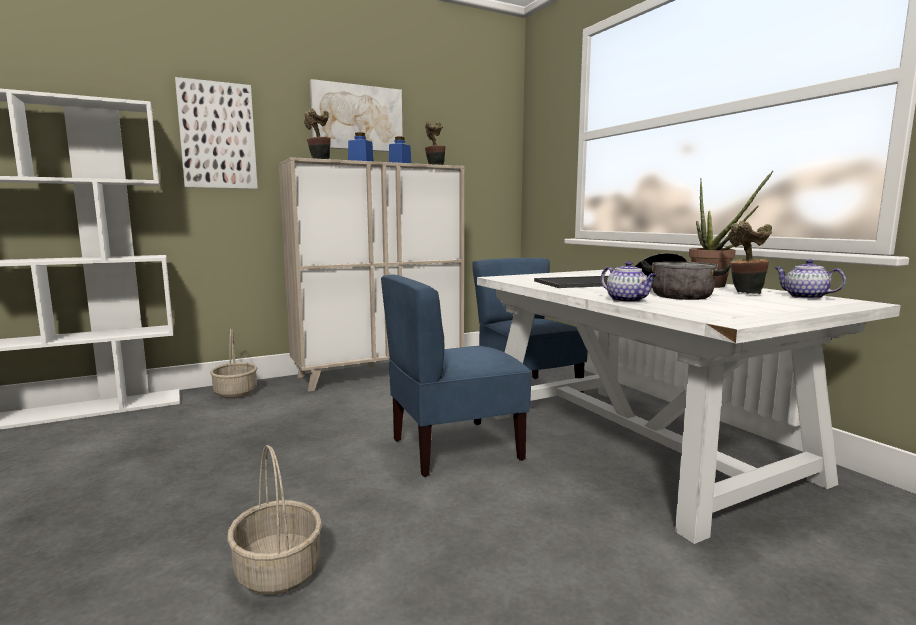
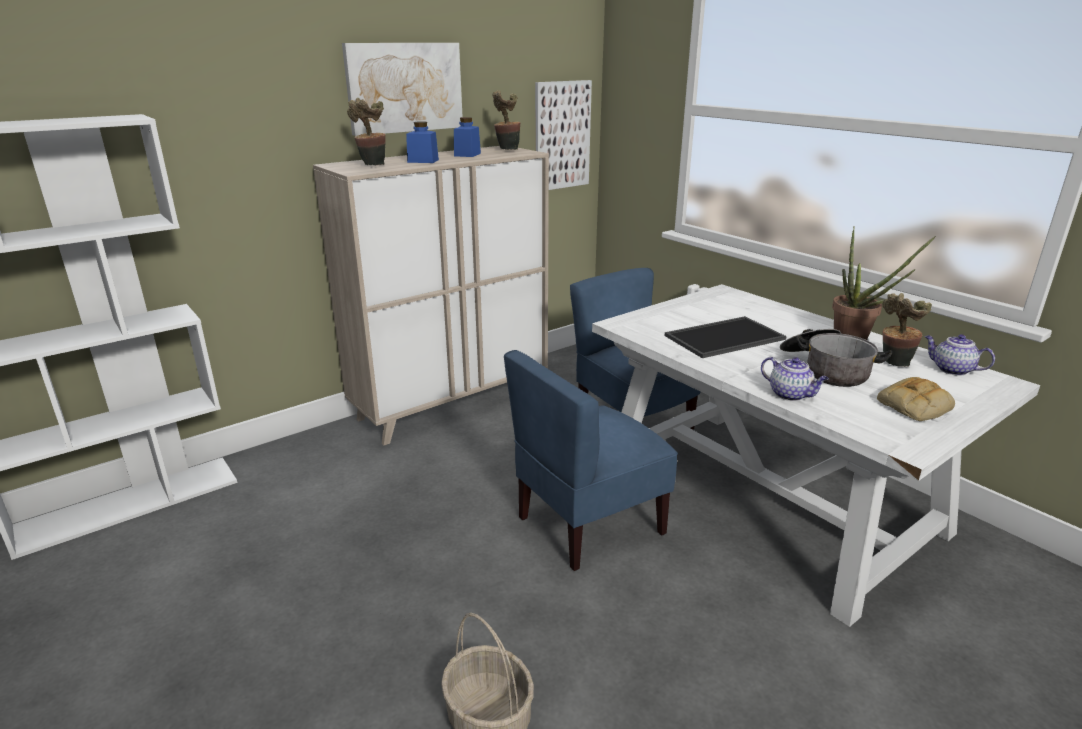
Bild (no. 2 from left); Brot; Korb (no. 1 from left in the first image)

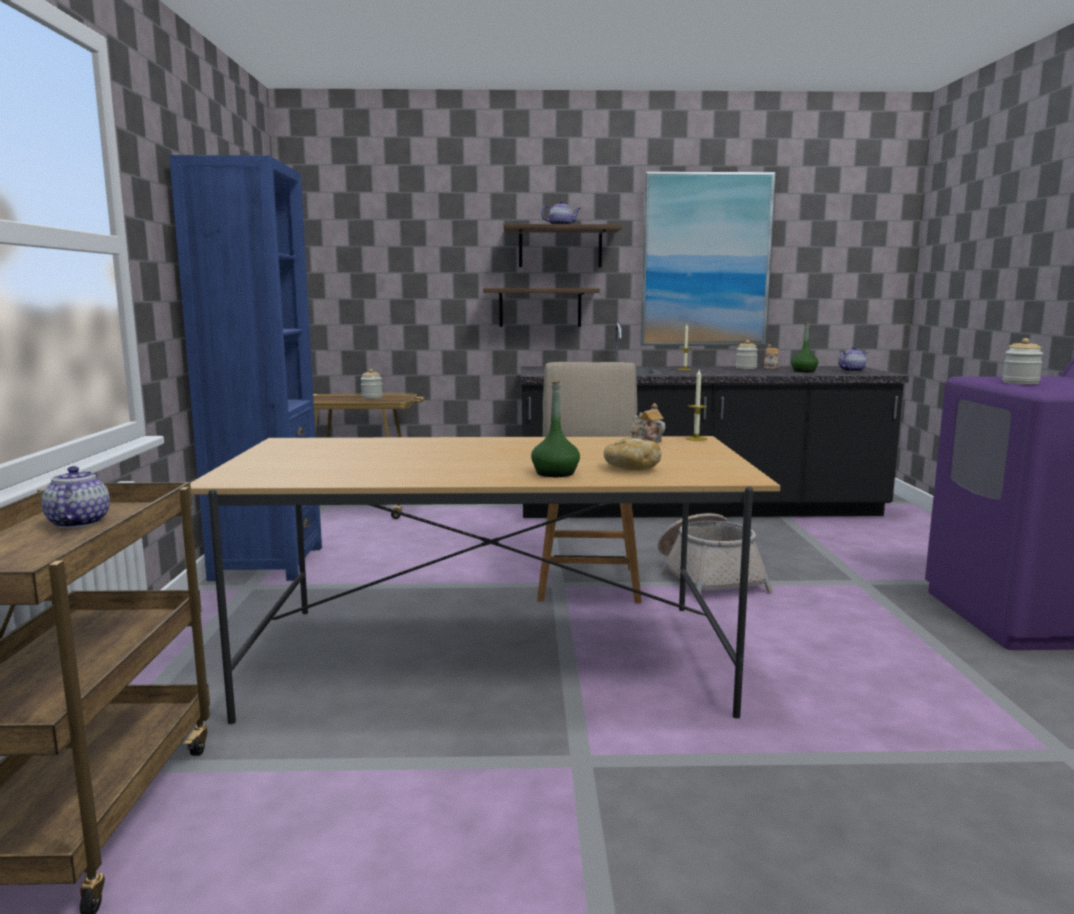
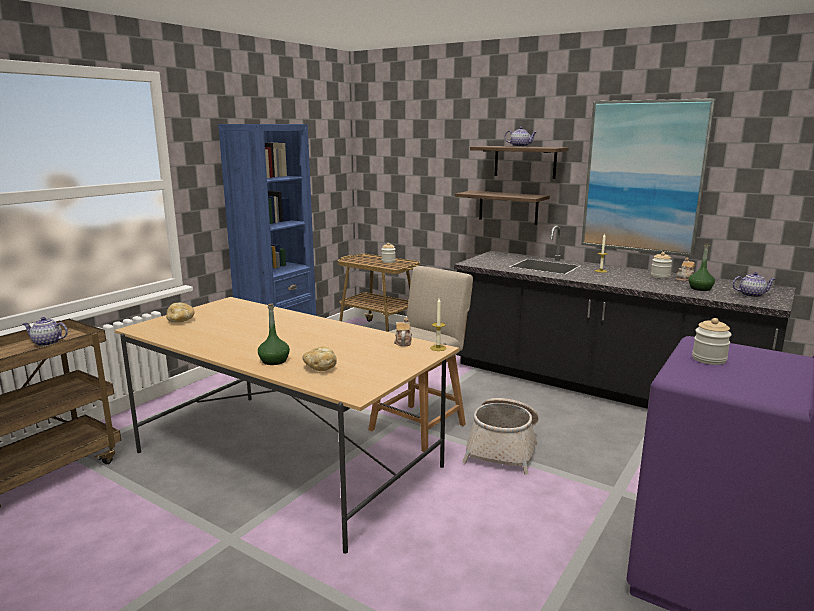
Teekanne (no. 1 from left); Brot (no. 1 from left)

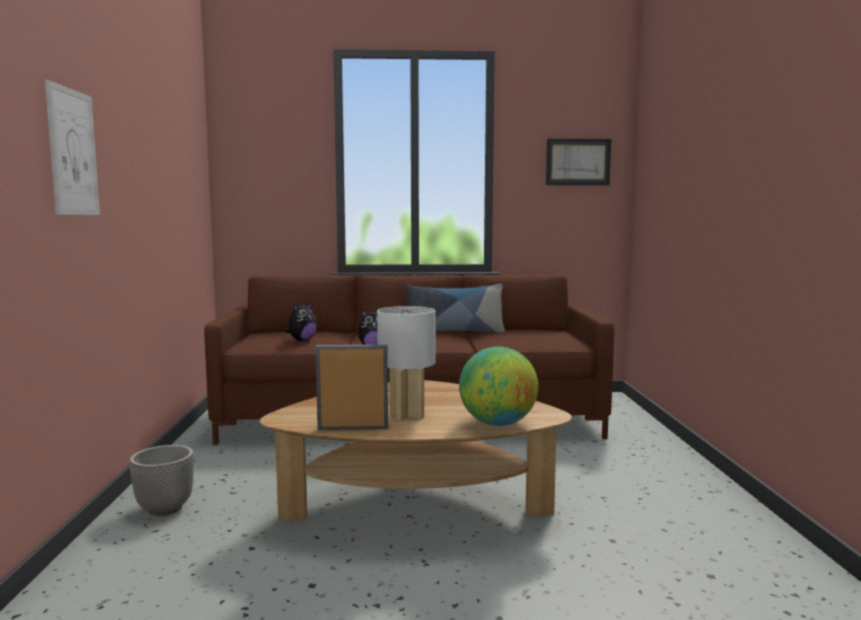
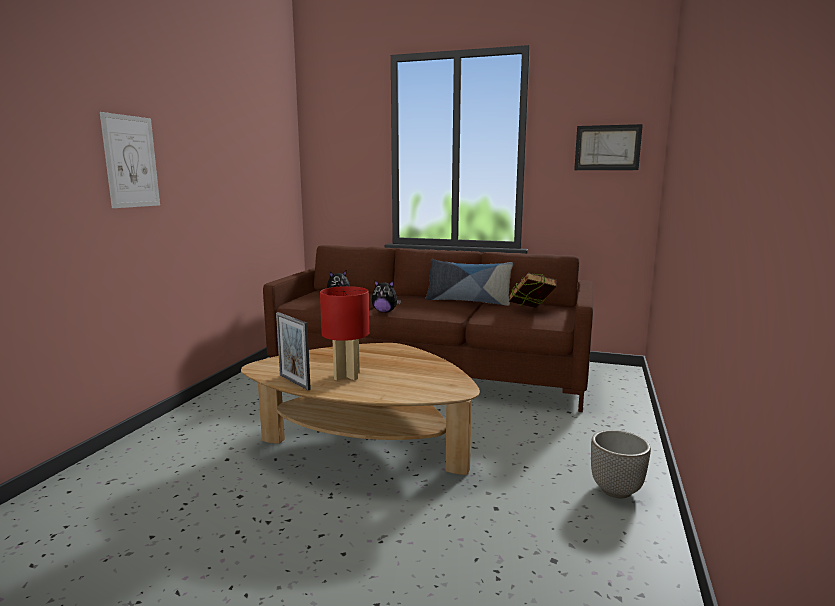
Bilderrahmen; Tischlampe (rot); Buch; Pflanzkübel; Globus

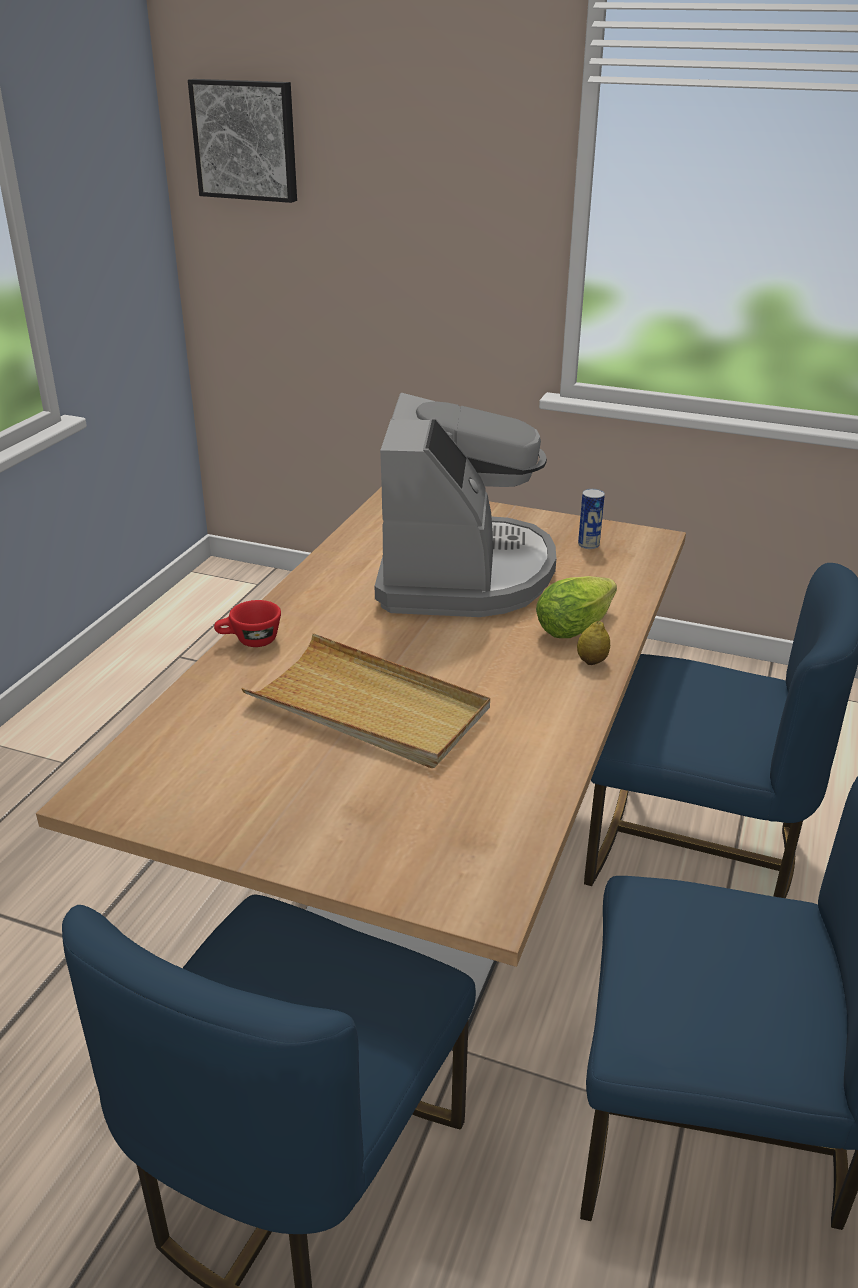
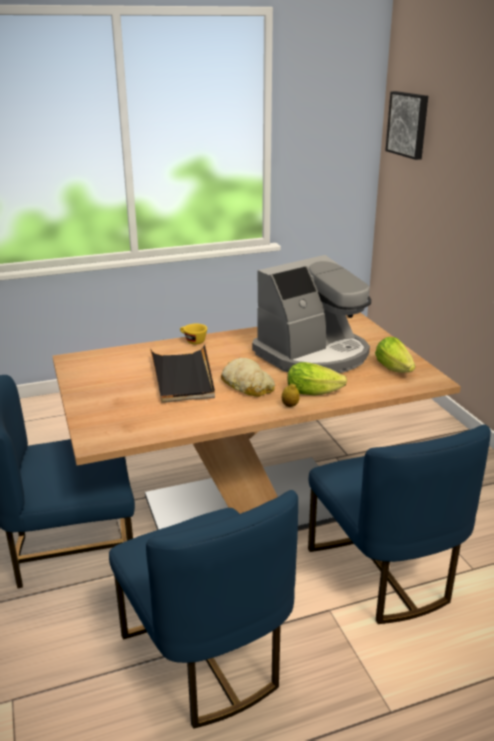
Tablett (schwarz); Tasse (gelb); Brot; Salatkopf (no. 2 from left)

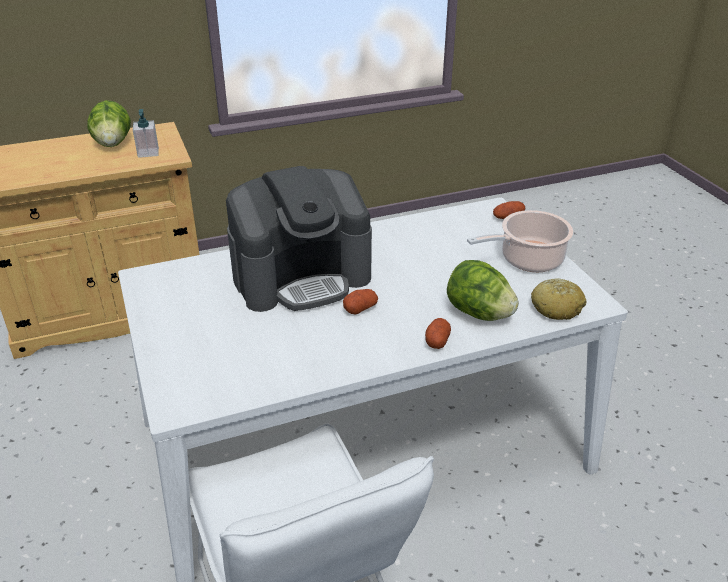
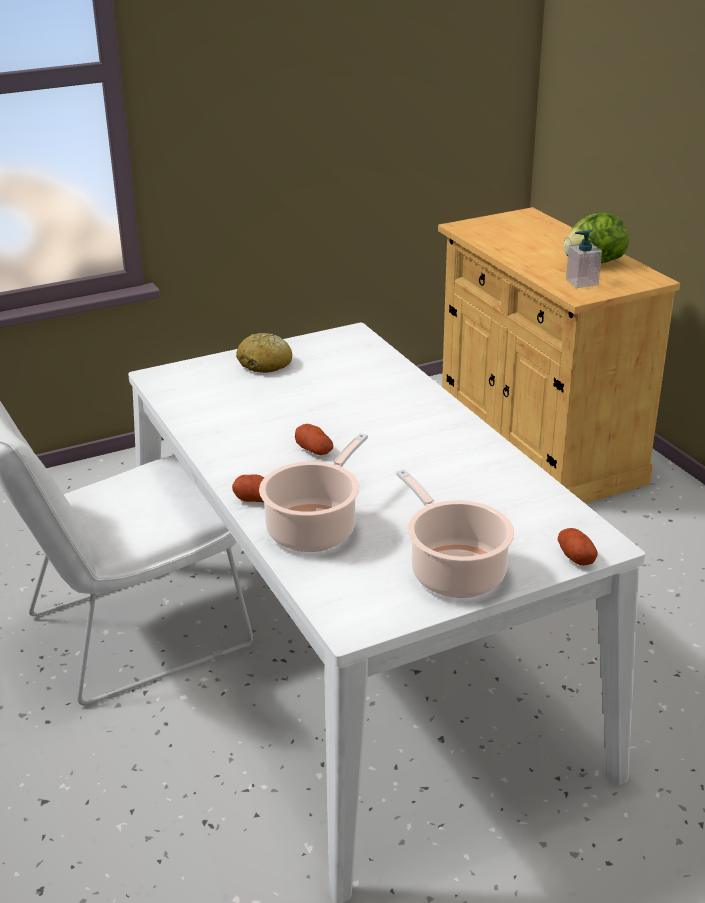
Brot; Kochtopf (no. 1 from left); Kaffeemaschine

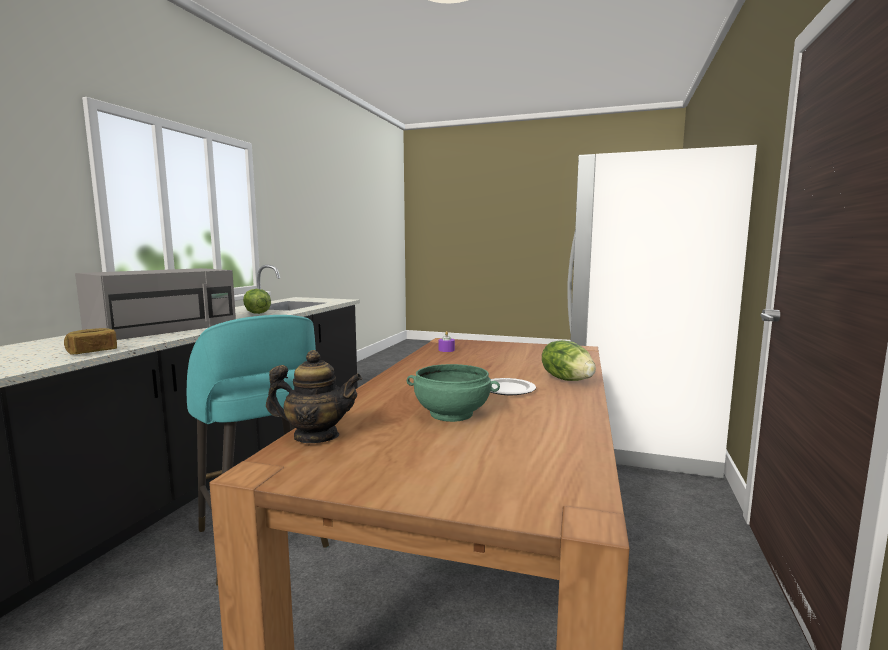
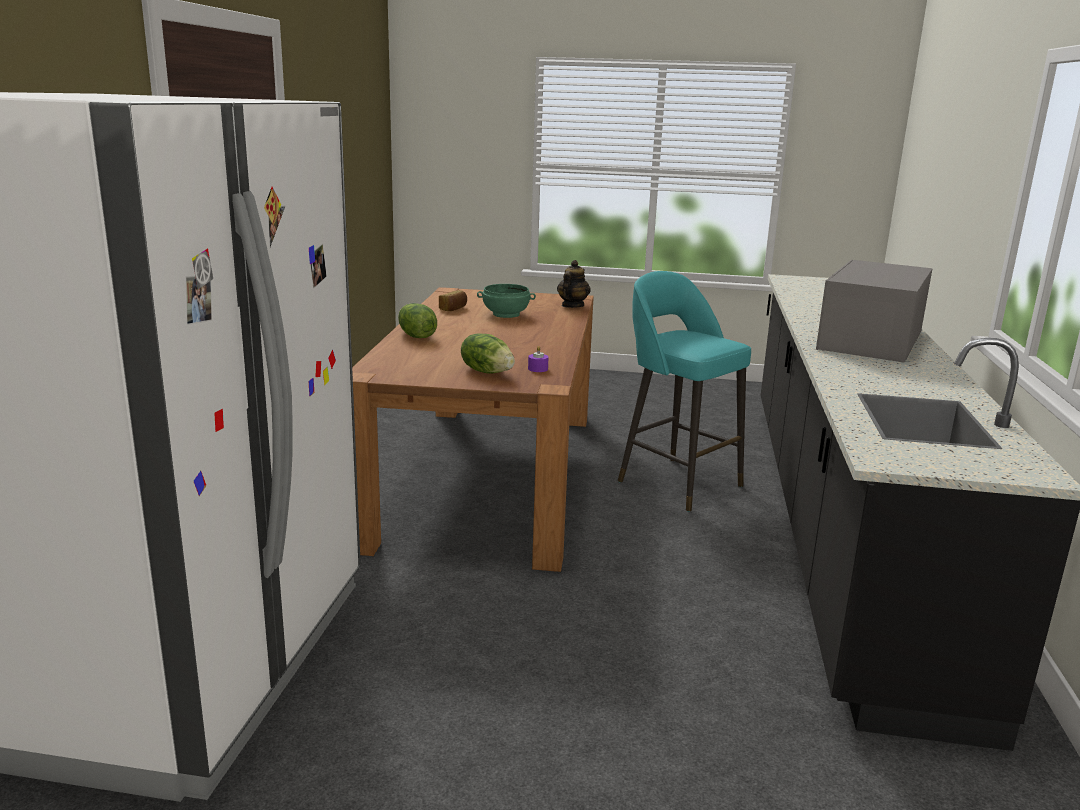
Brot; Salatkopf (no. 2 from left); Teekanne; Teller

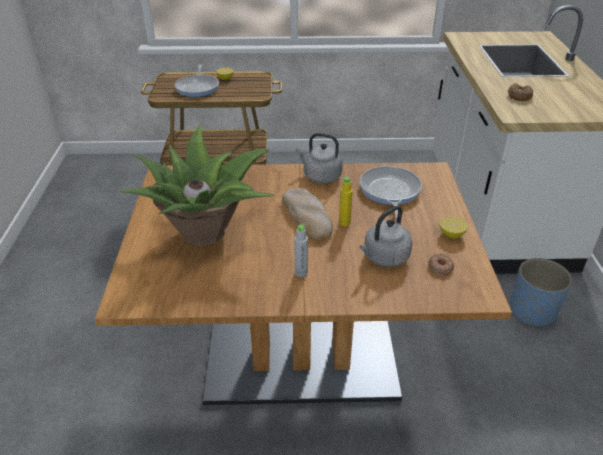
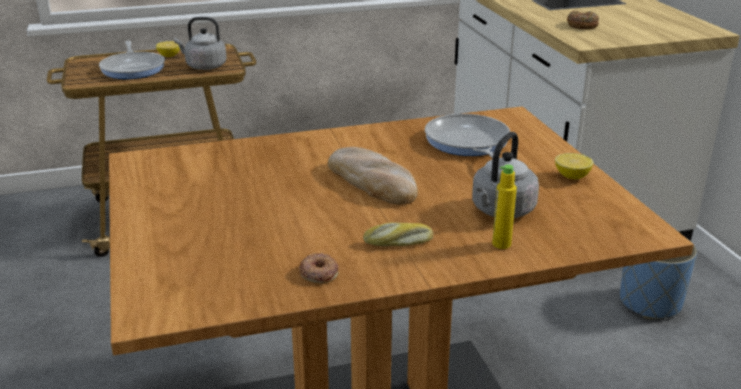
Wasserkessel (grau) (no. 1 from left); Donut (no. 1 from left); Brot (no. 2 from left); Flasche (gelb); Topfpflanze

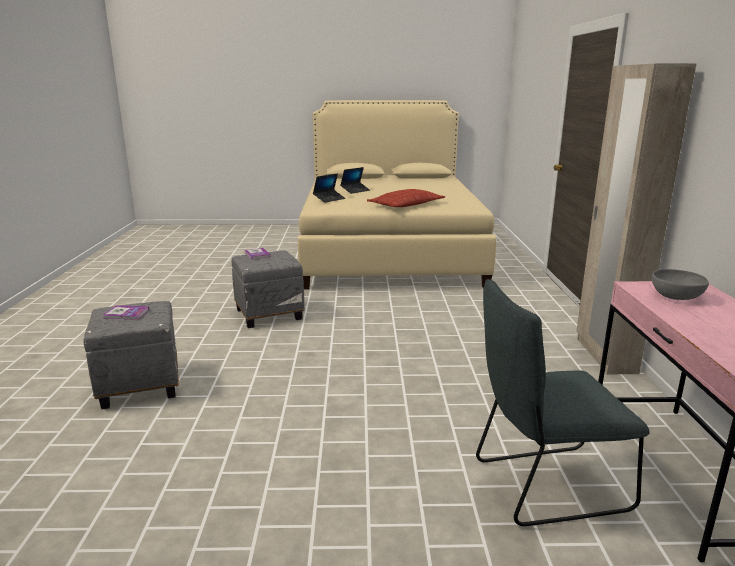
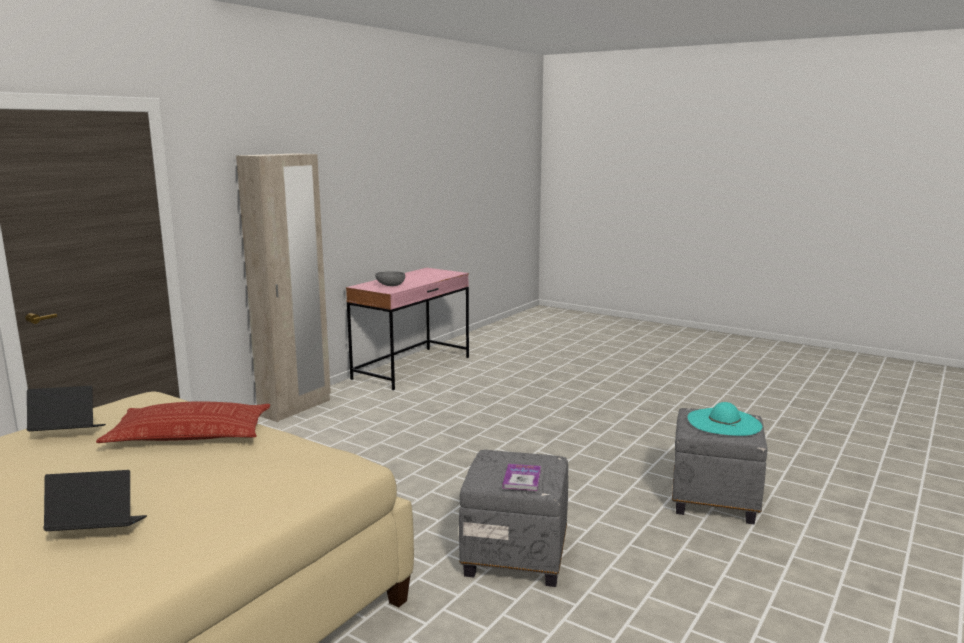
Laptop (no. 1 from left); Hut (türkis); Stuhl (grau)

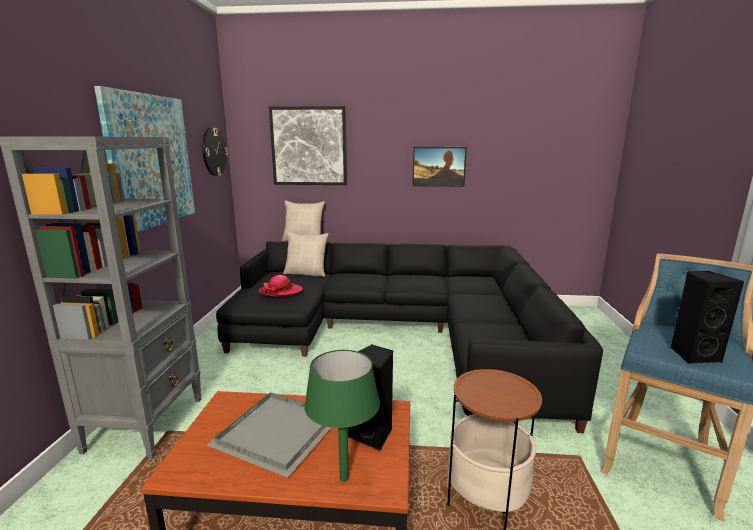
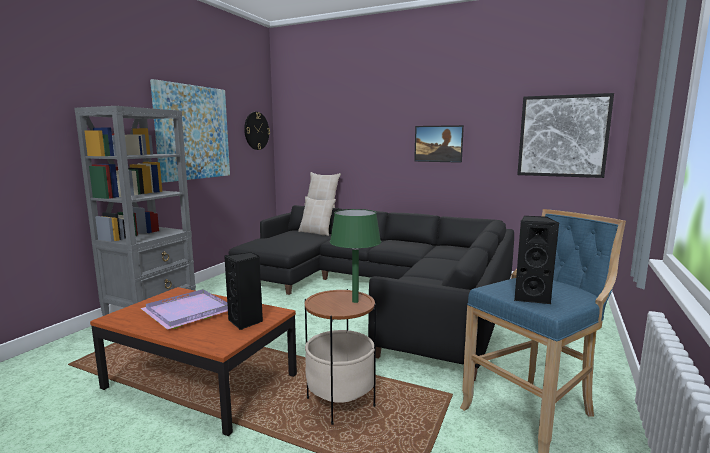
Tablett (lila); Tischlampe (grün); Bild (no. 3 from left); Hut

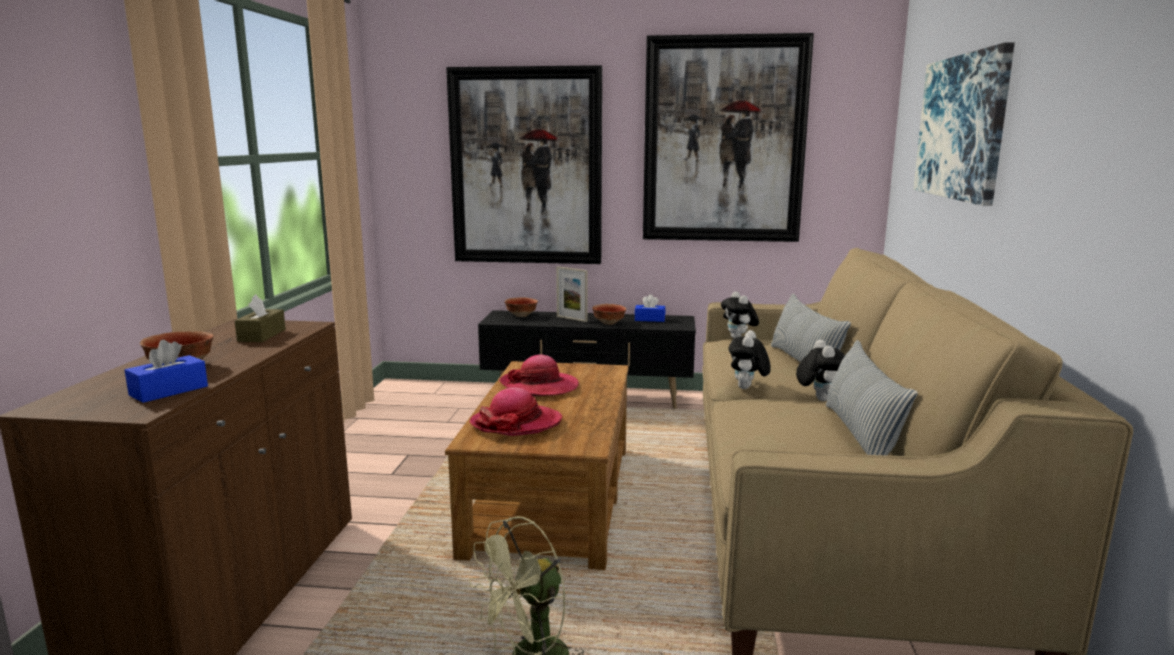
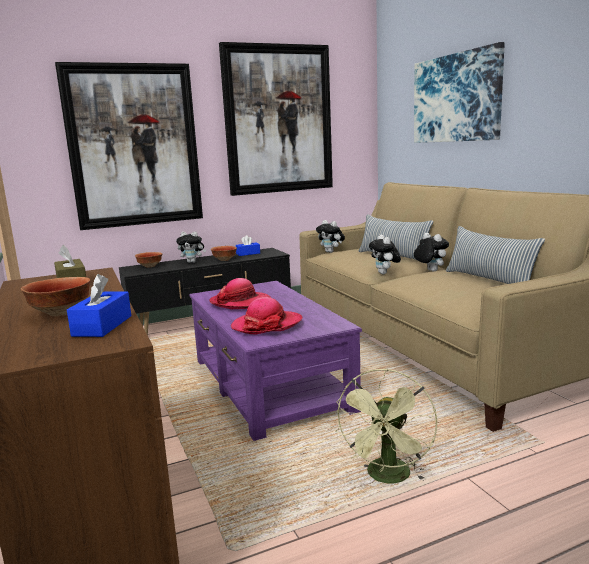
Plüschtier (no. 1 from left); Couchtisch (lila)

